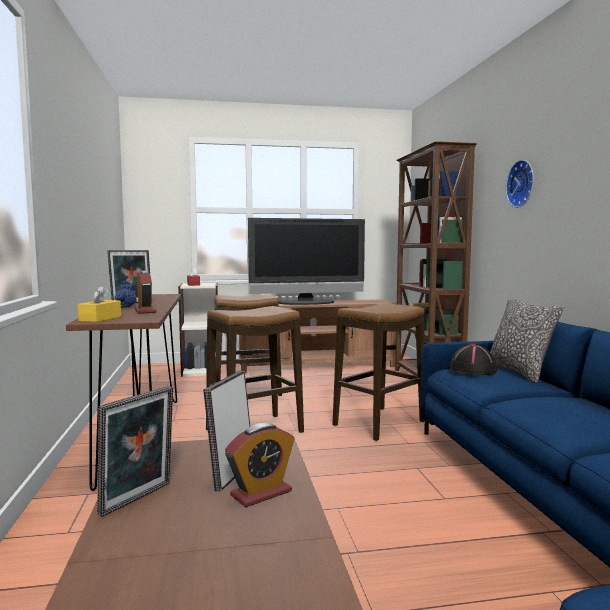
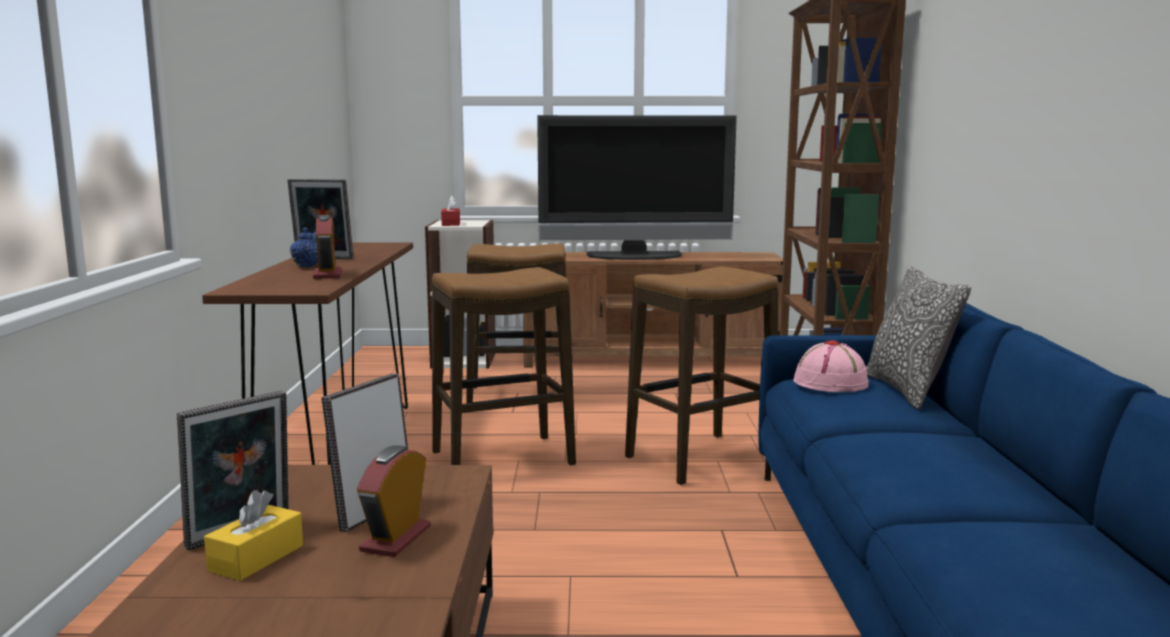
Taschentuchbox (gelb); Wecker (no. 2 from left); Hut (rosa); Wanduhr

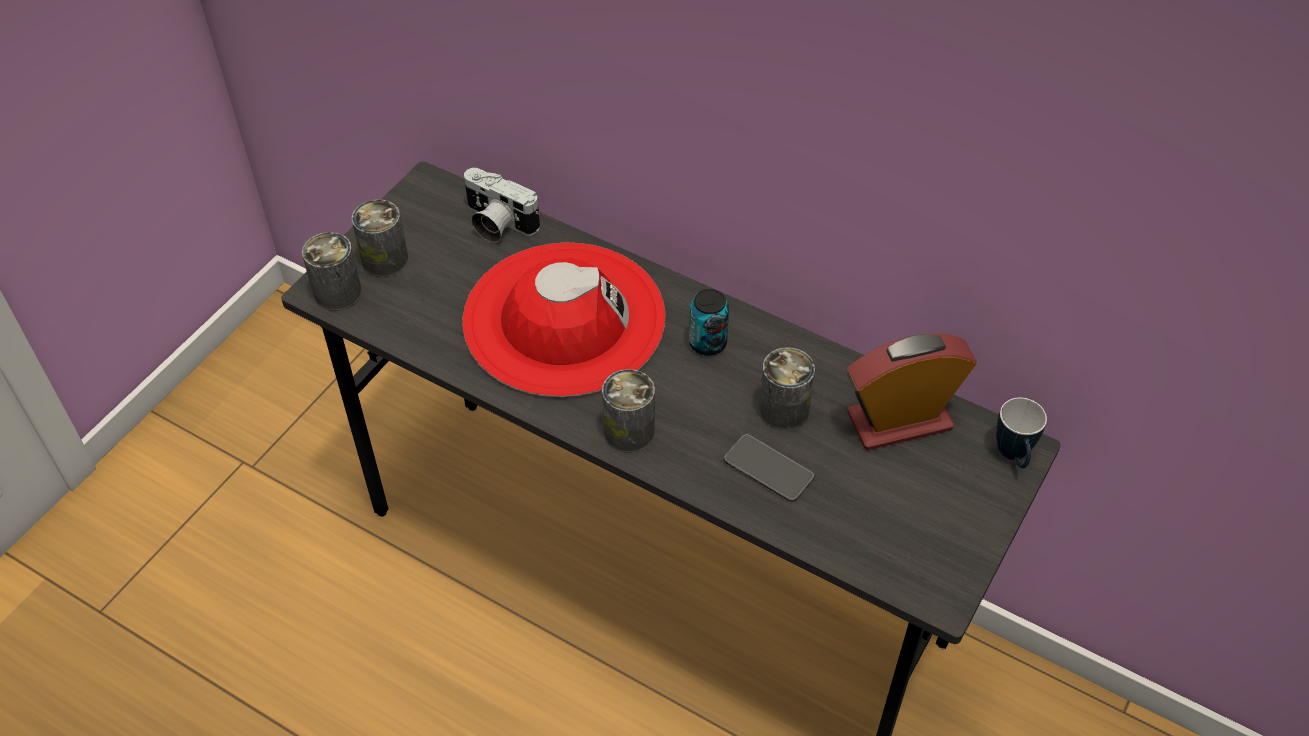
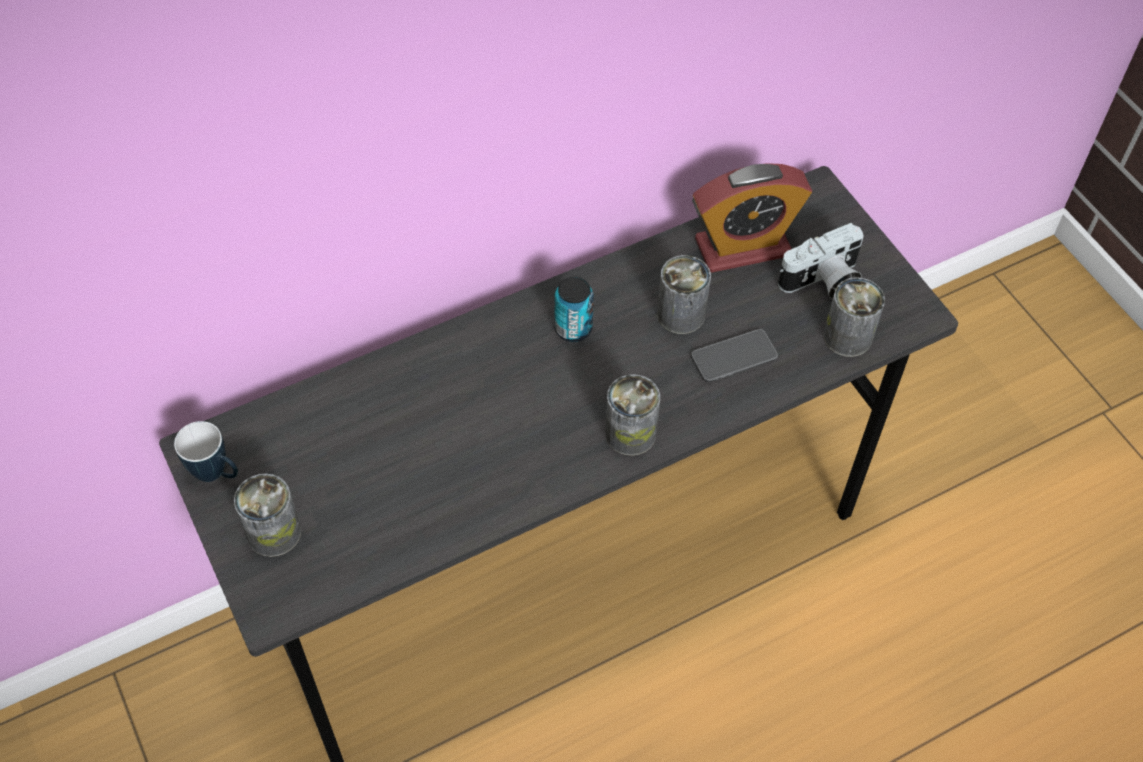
Henkelbecher; Wecker; Kamera; Dose (no. 5 from left); Hut (rot)

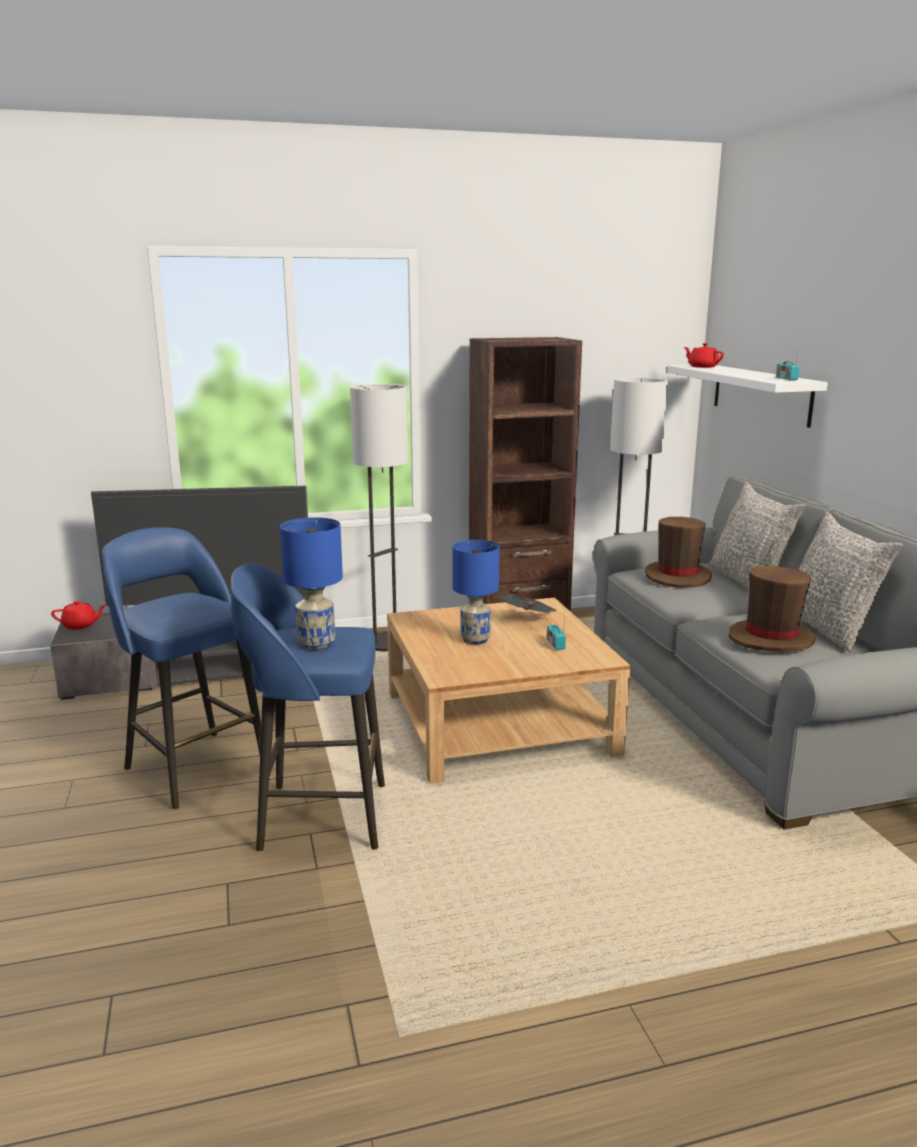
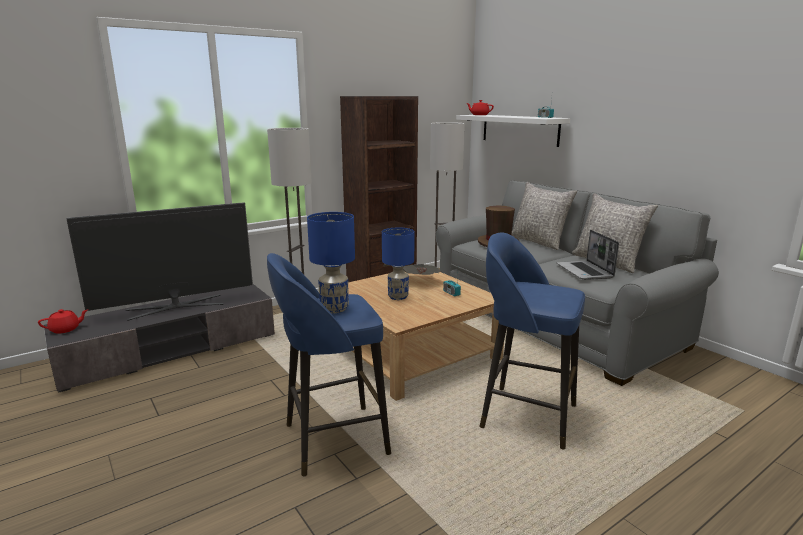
Hocker (blau) (no. 2 from left); Laptop

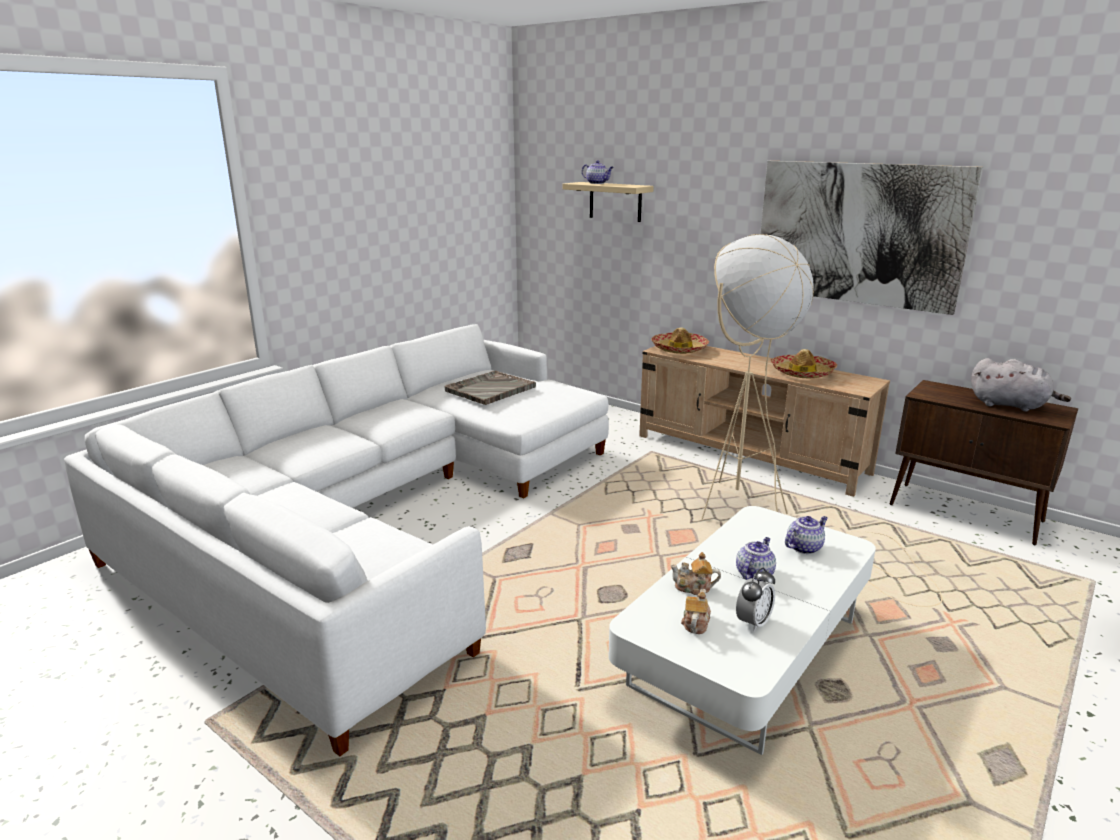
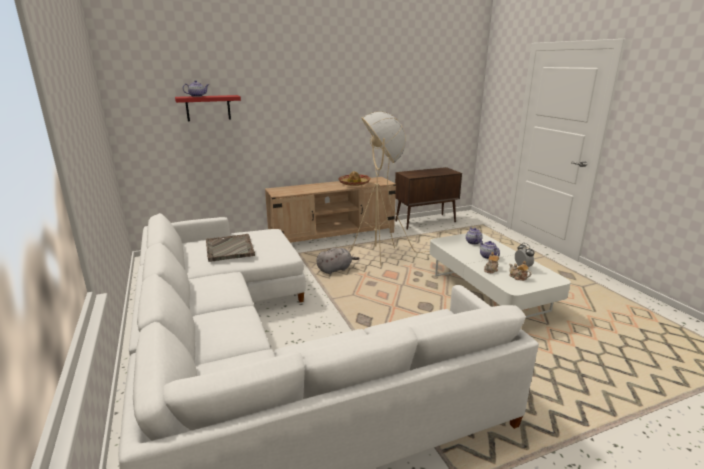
Wandregal (rot); Plüschtier (grau); Hut (no. 1 from left in the first image); Bild

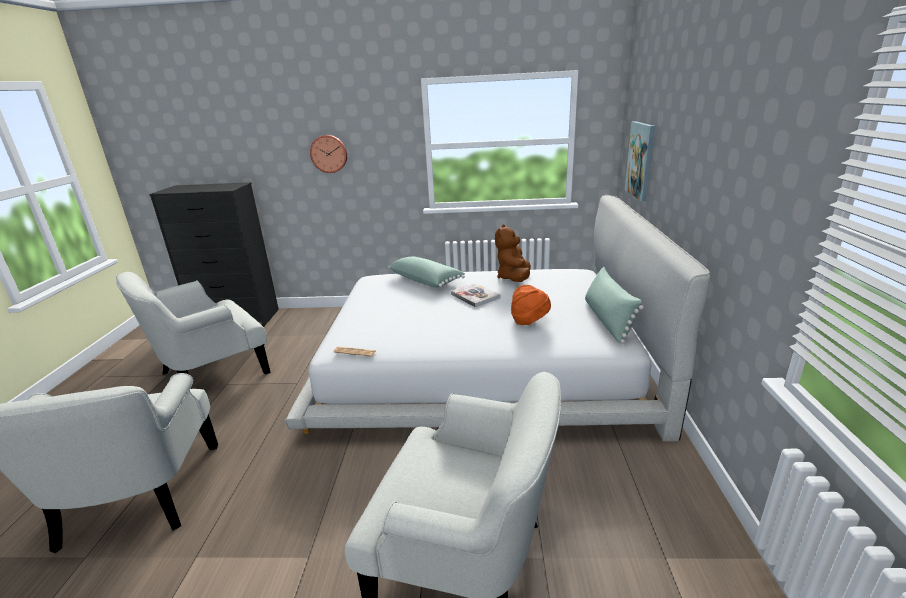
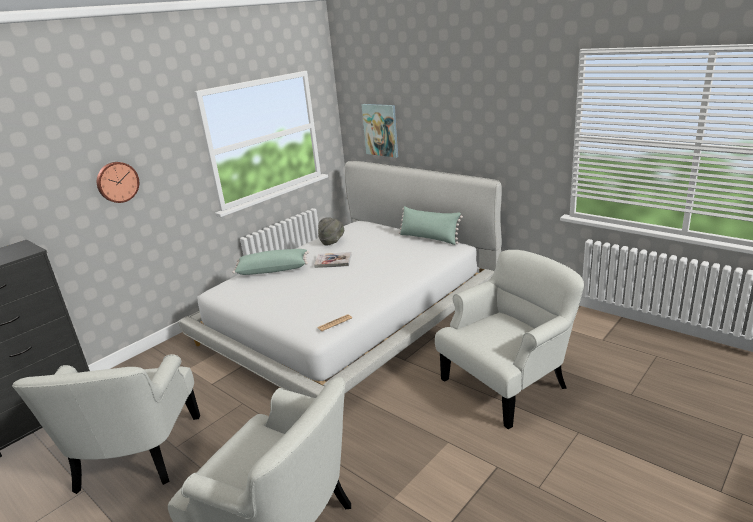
Hut (grau); Hut (orange)

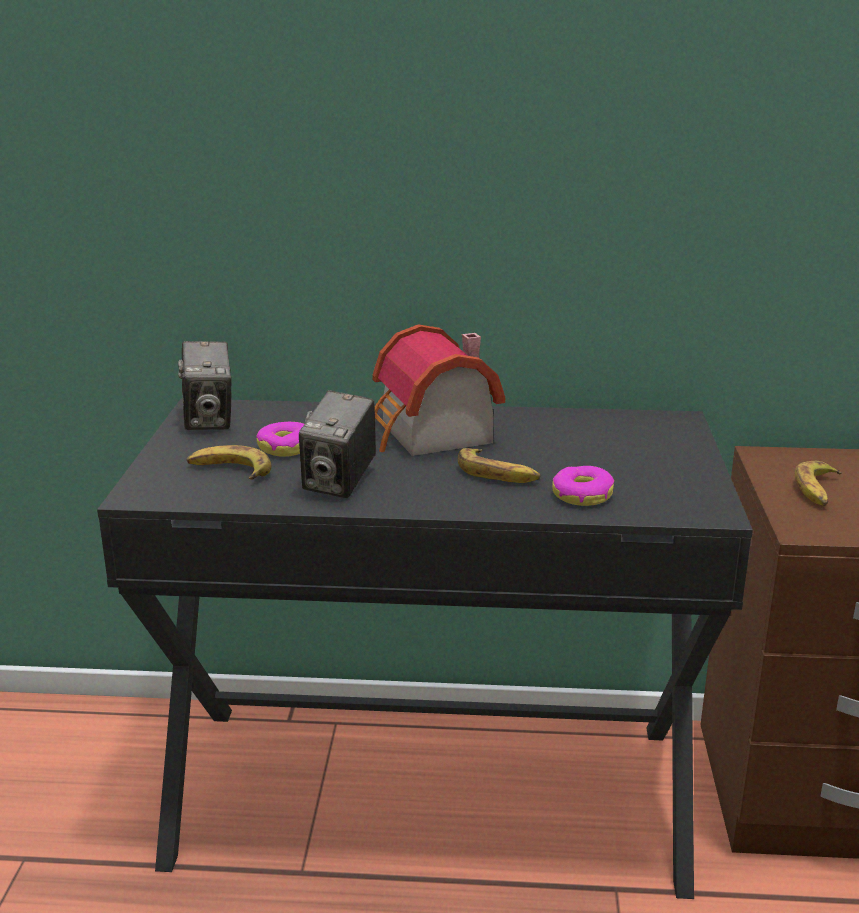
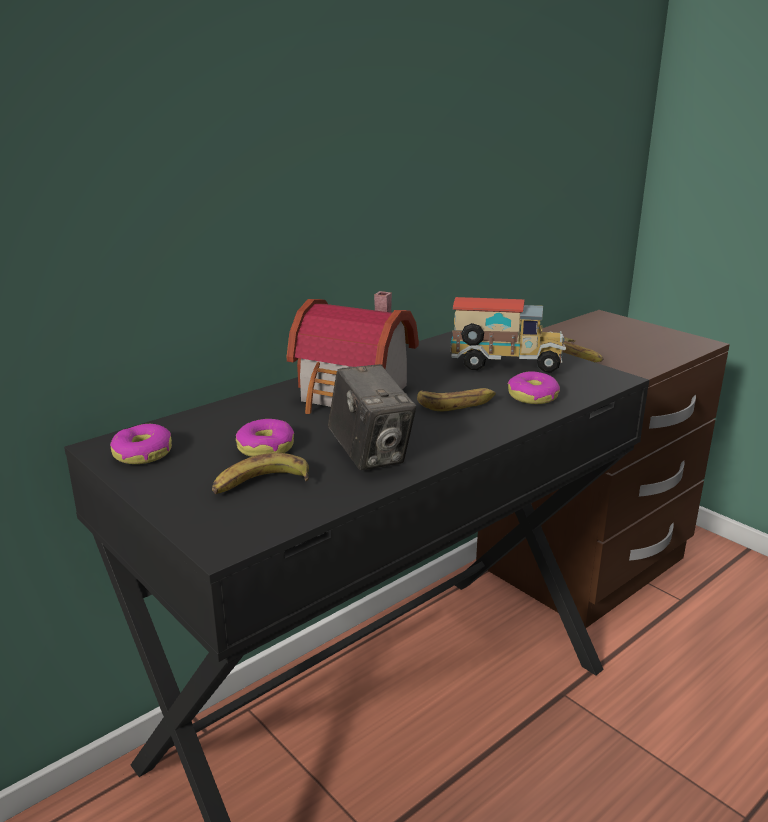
Donut (no. 1 from left); Spielzeuglaster

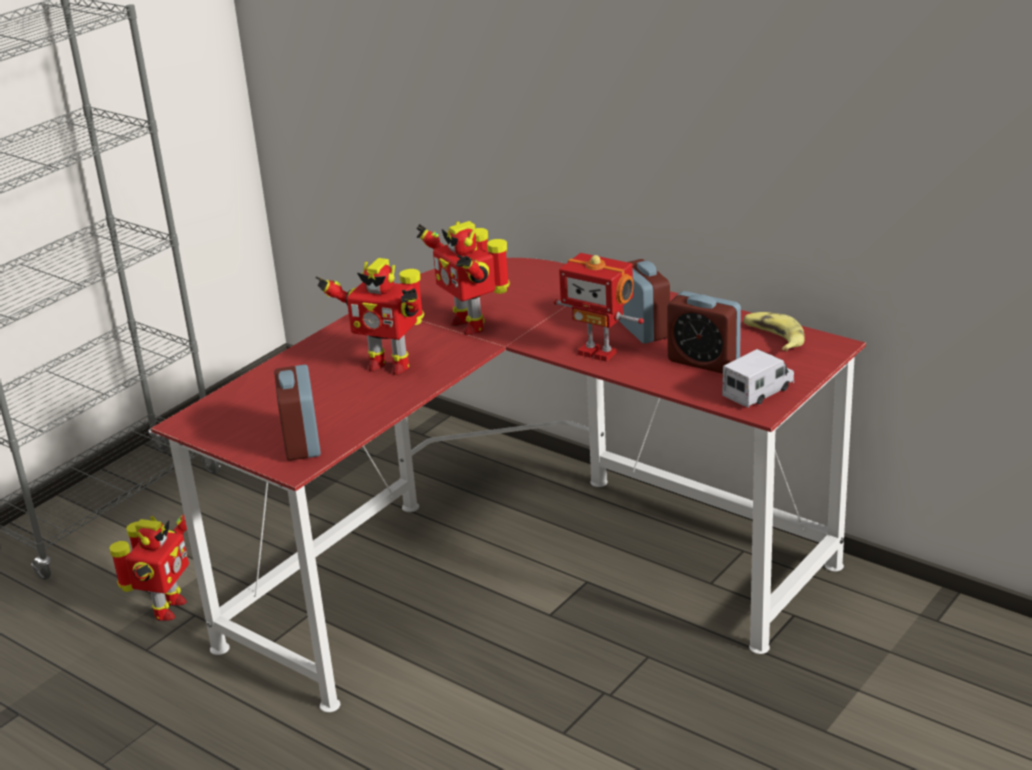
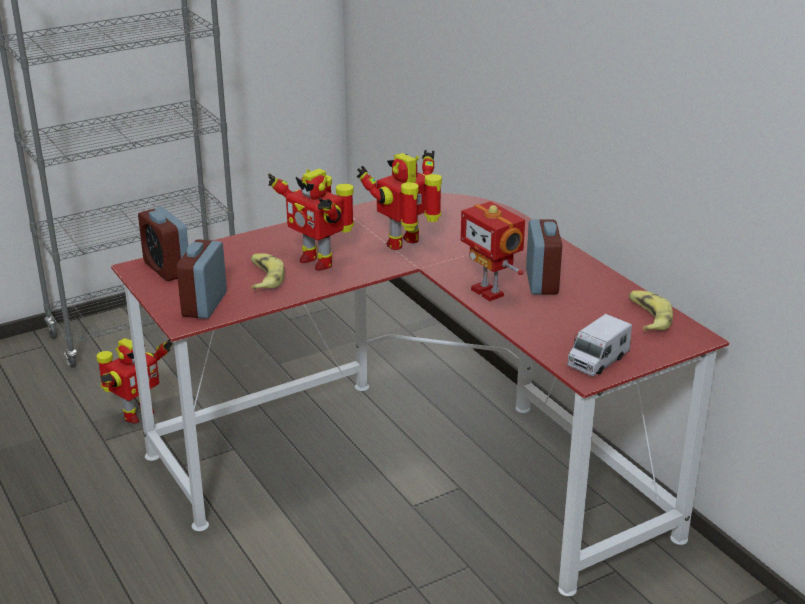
Wecker (no. 1 from left); Banane (no. 1 from left); Spielzeugroboter (no. 3 from left); Spielzeuglaster

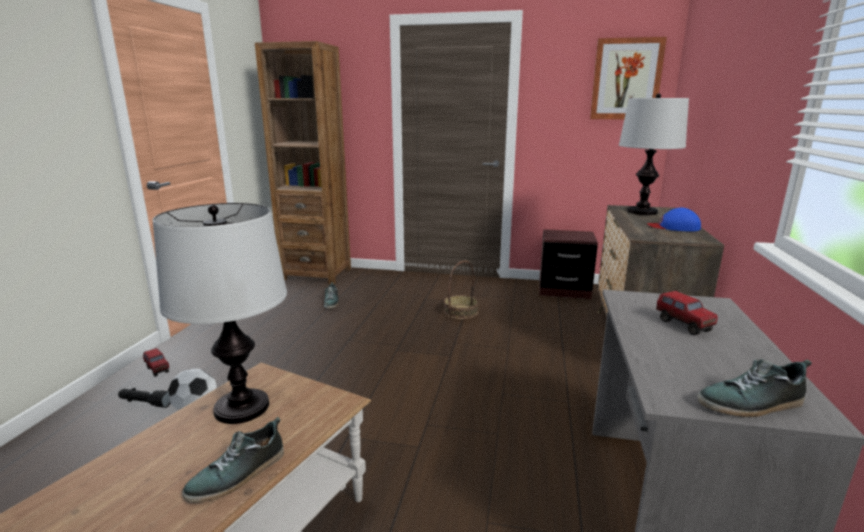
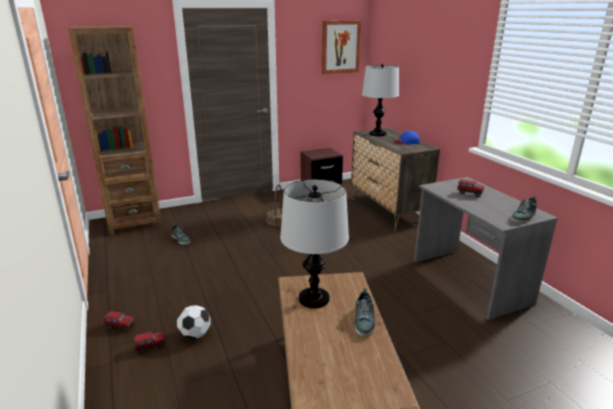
Spielzeuglaster (no. 2 from left)

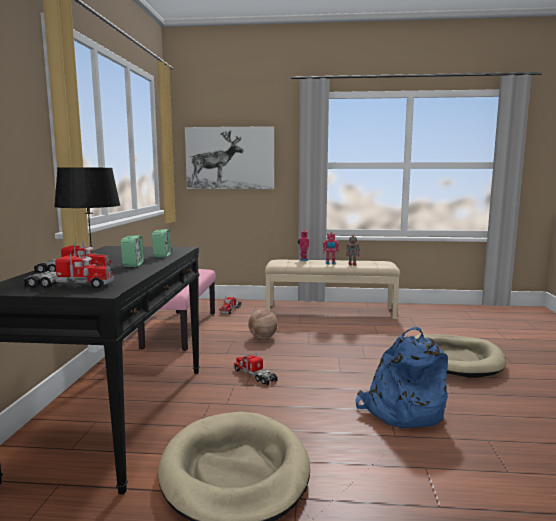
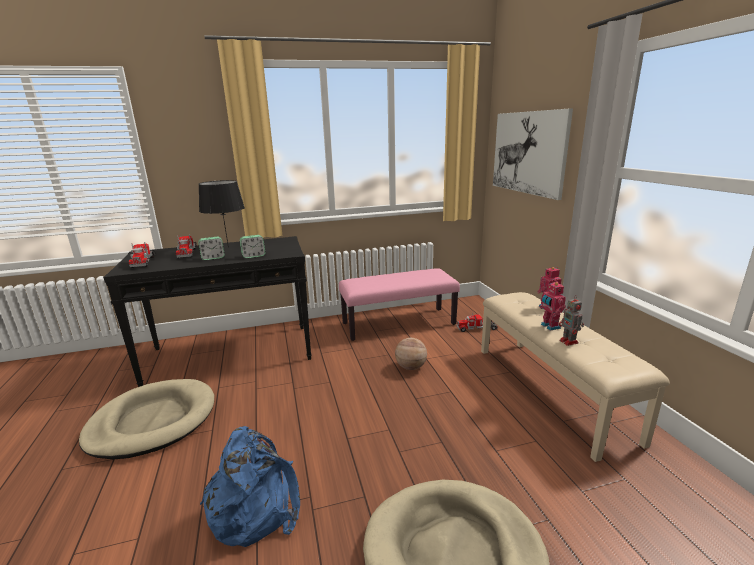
Spielzeuglaster (no. 4 from left in the first image)

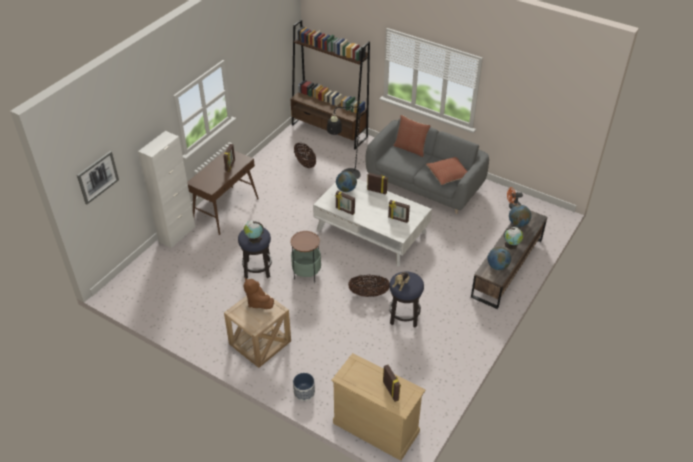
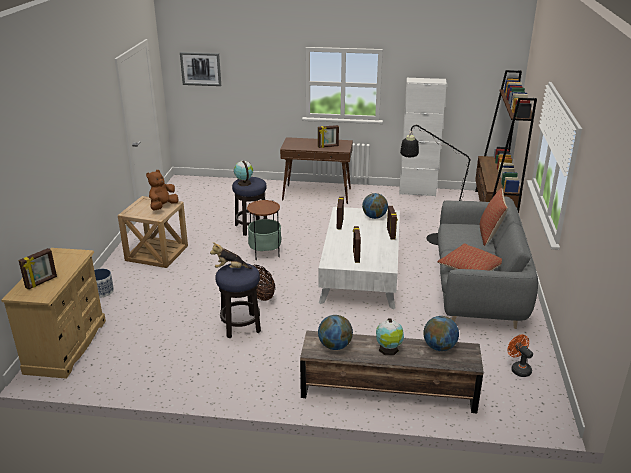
Schrank (weiß); Korb (no. 1 from left in the first image)

